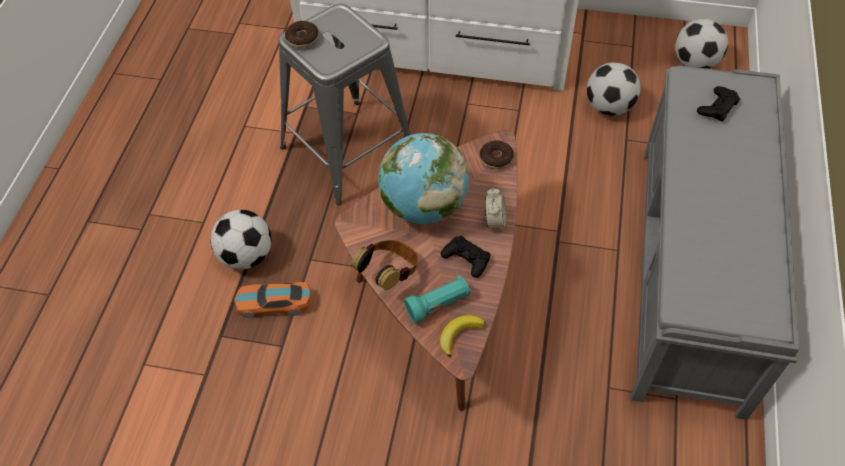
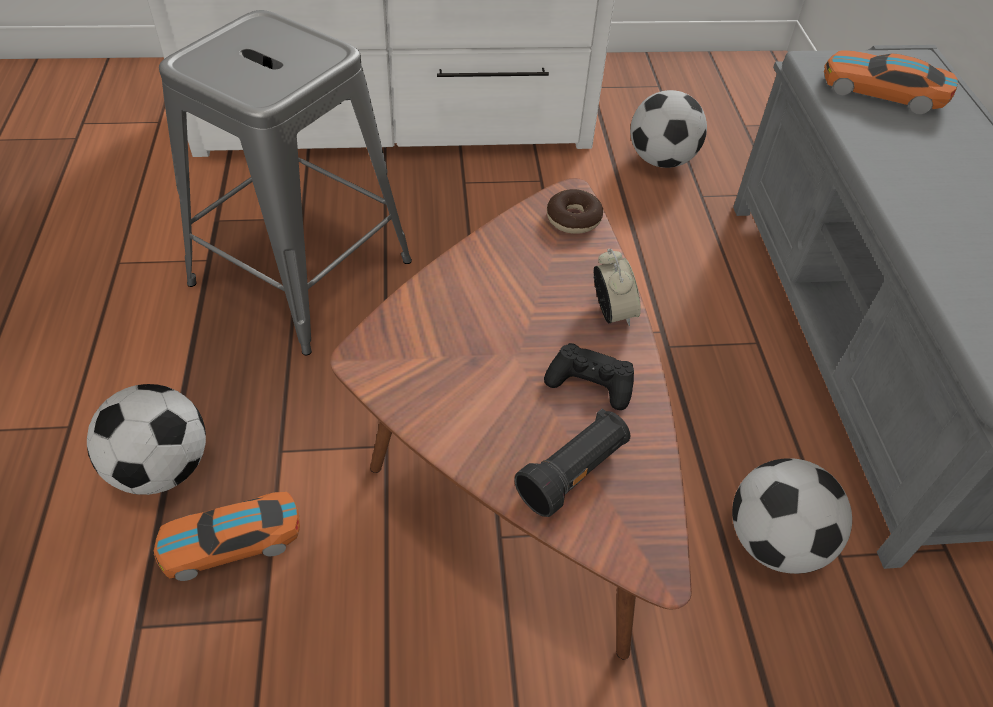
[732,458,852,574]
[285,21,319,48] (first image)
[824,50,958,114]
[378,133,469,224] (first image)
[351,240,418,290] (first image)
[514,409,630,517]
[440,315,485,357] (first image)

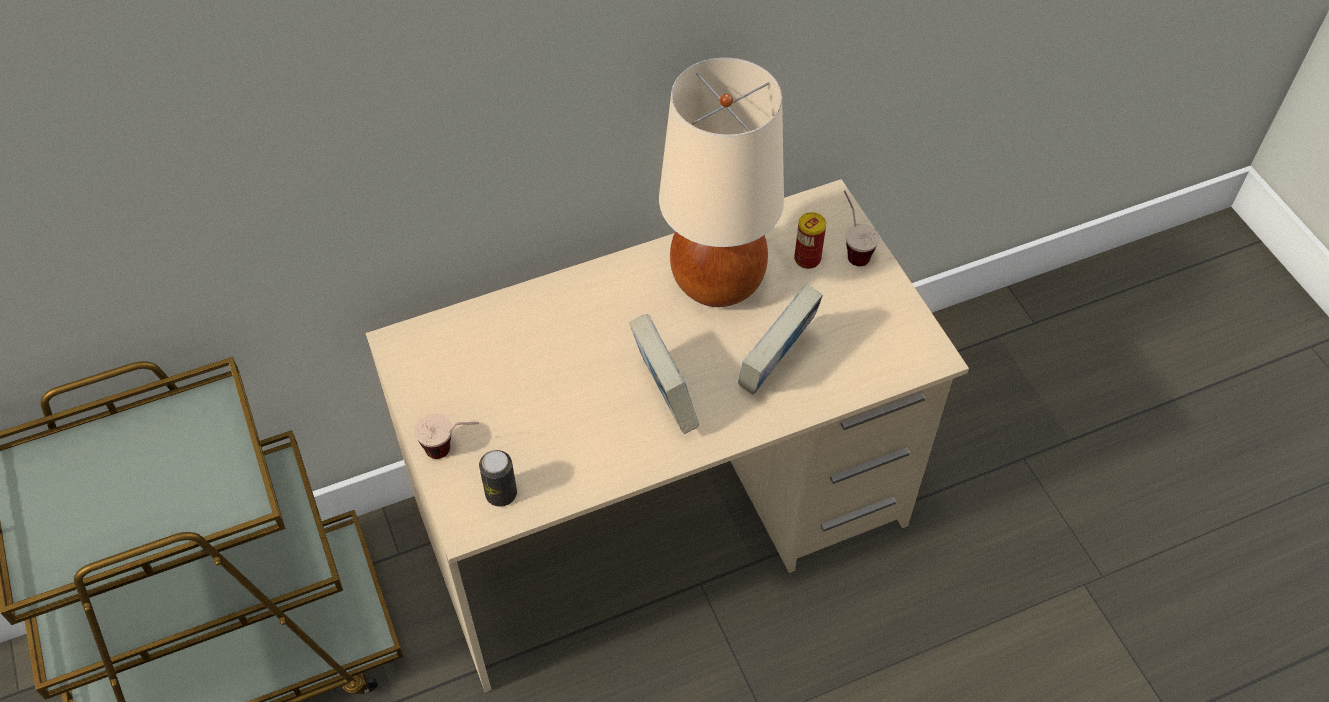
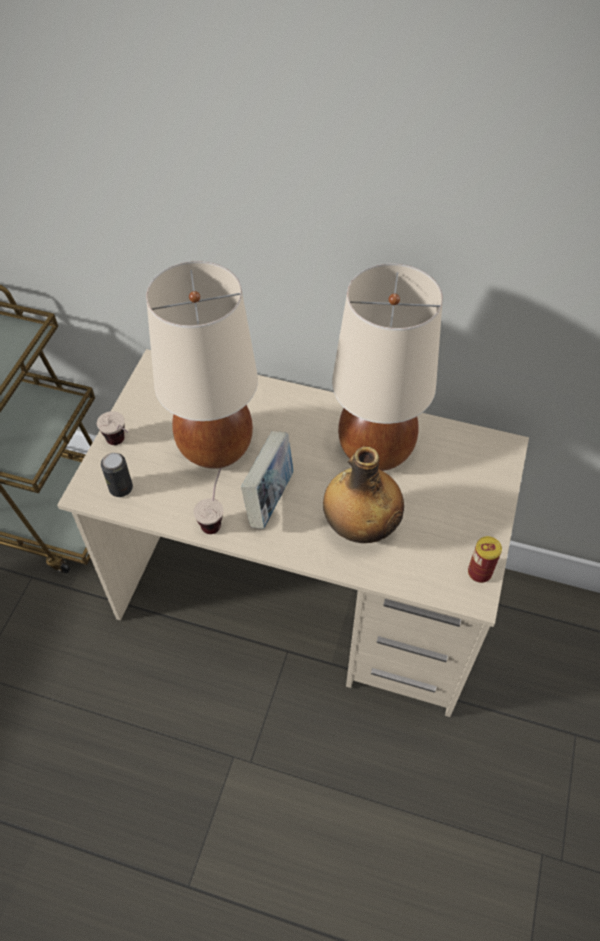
[193,468,223,534]
[468,536,502,583]
[323,447,404,543]
[146,261,258,469]

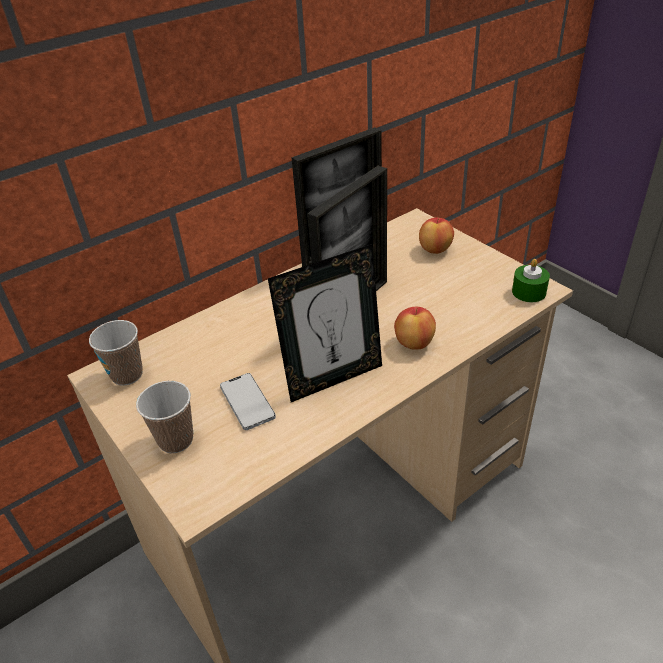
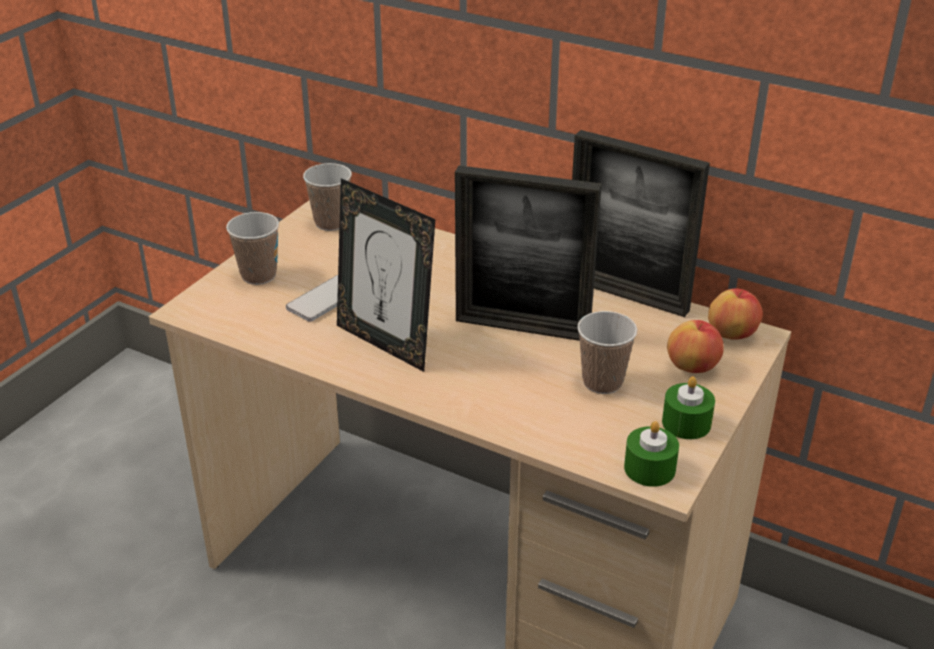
[708,288,763,340]
[577,311,638,394]
[662,376,715,439]

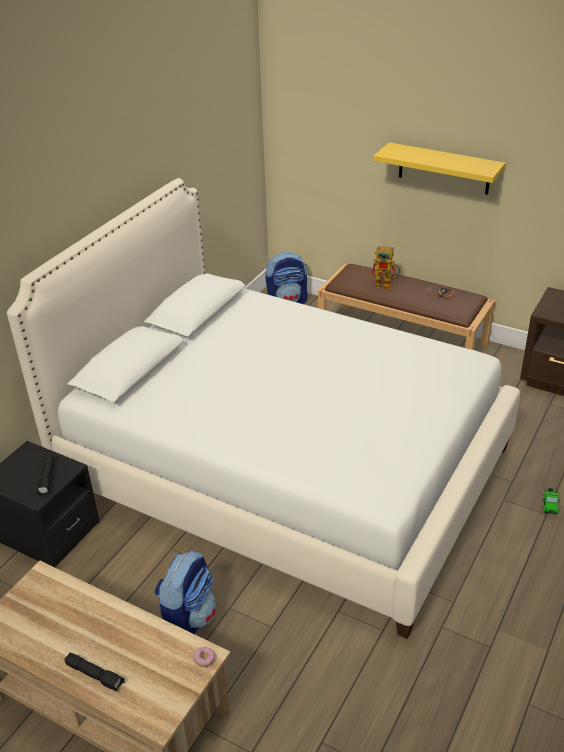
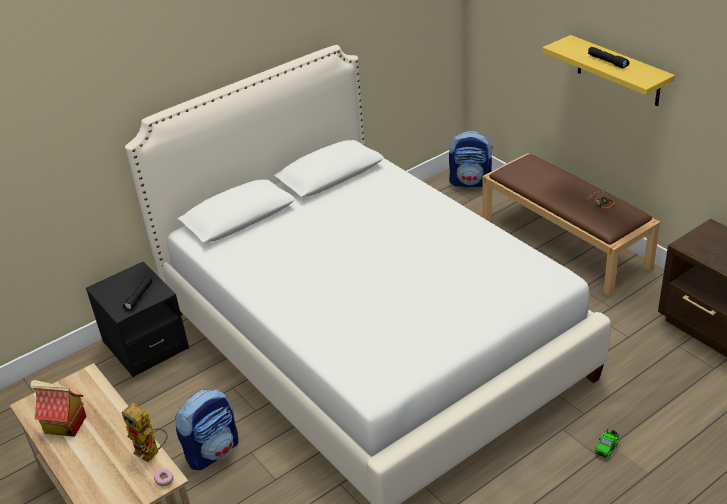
[121,403,168,462]
[588,47,629,68]
[30,380,86,437]

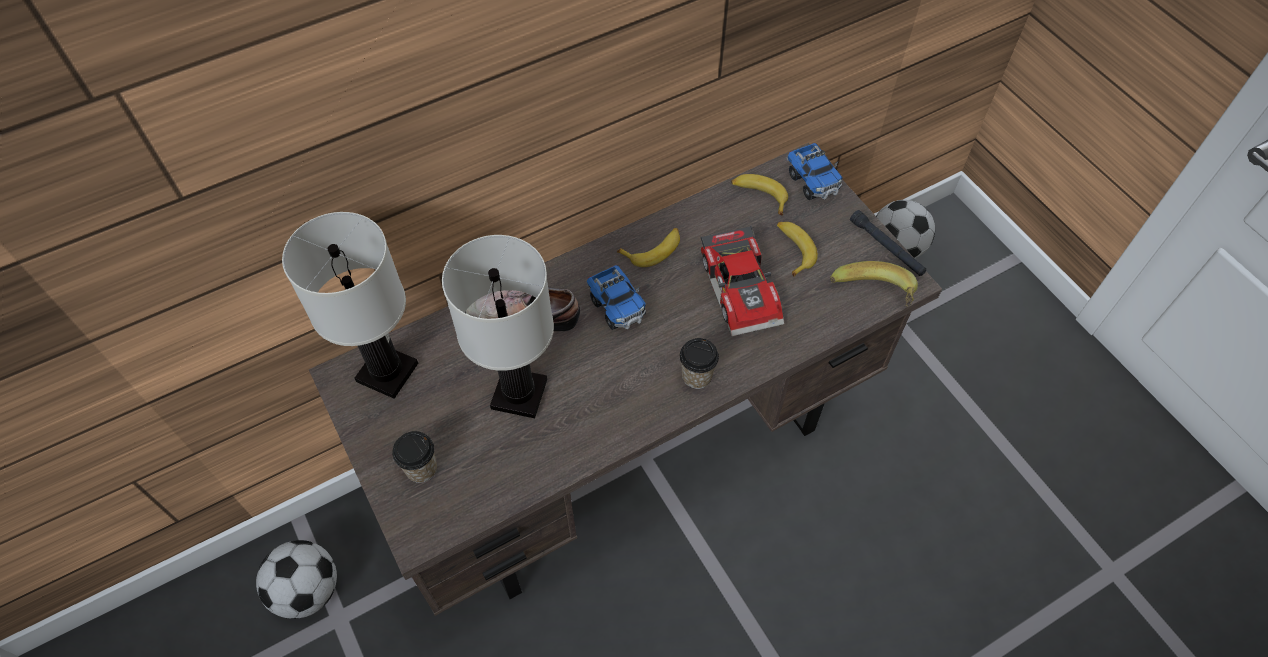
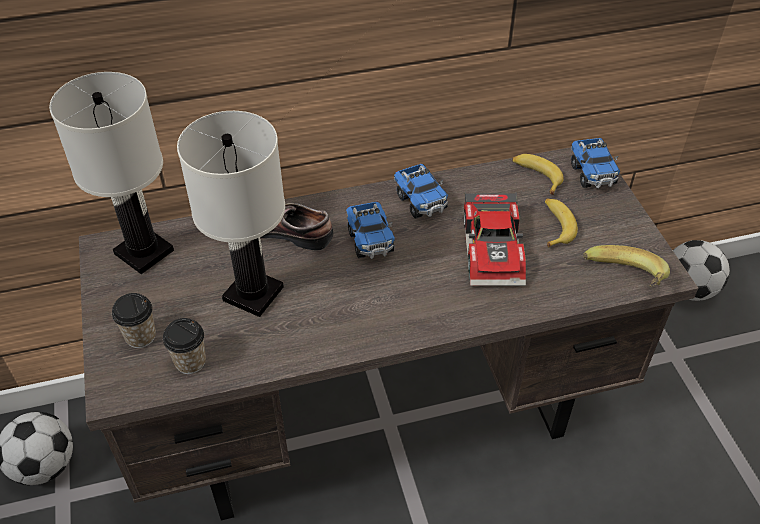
[850,210,926,276] (first image)
[394,164,448,219]
[163,318,206,374]

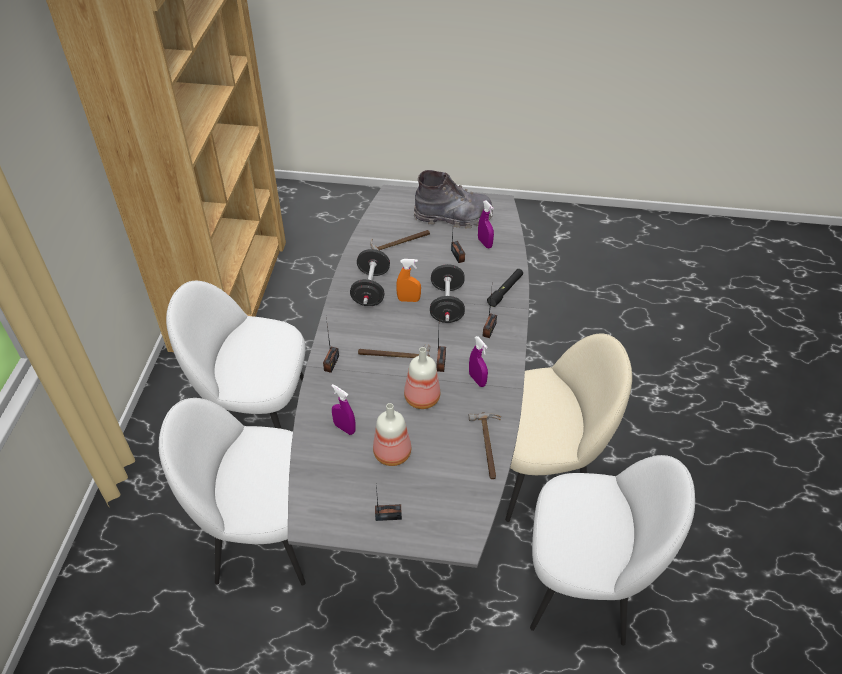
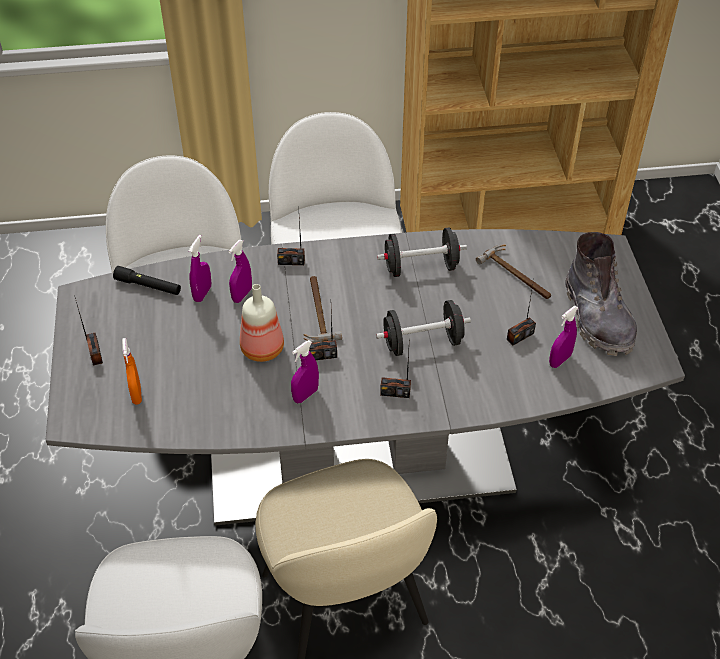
[122,338,142,404]
[113,266,181,295]
[373,403,411,466] (first image)
[469,412,501,479] (first image)
[228,240,252,303]

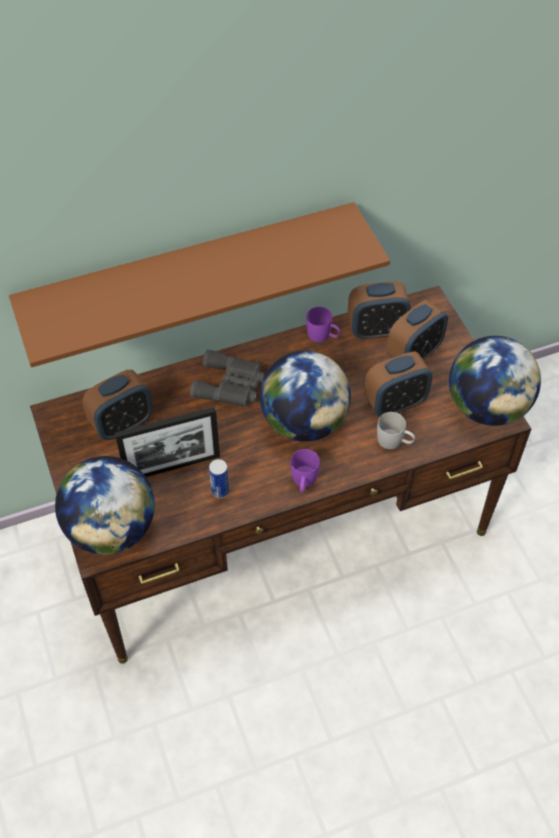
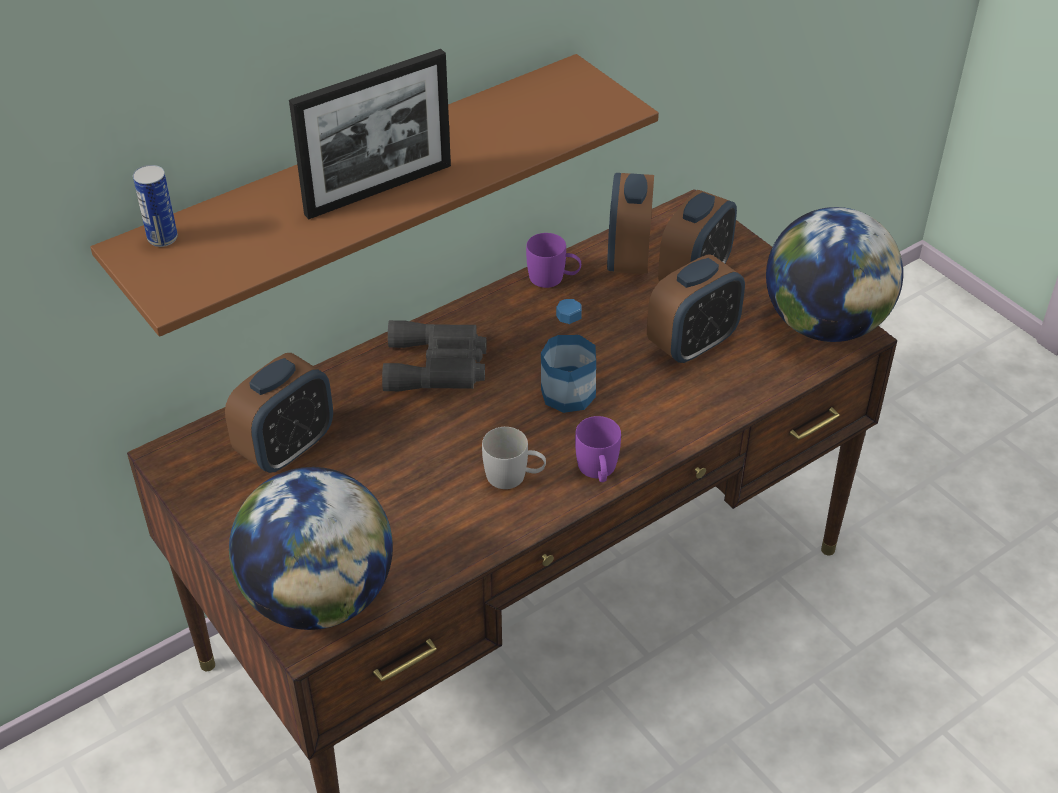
[607,173,654,274]
[541,299,596,413]
[289,49,451,219]
[482,427,546,489]
[133,165,178,247]

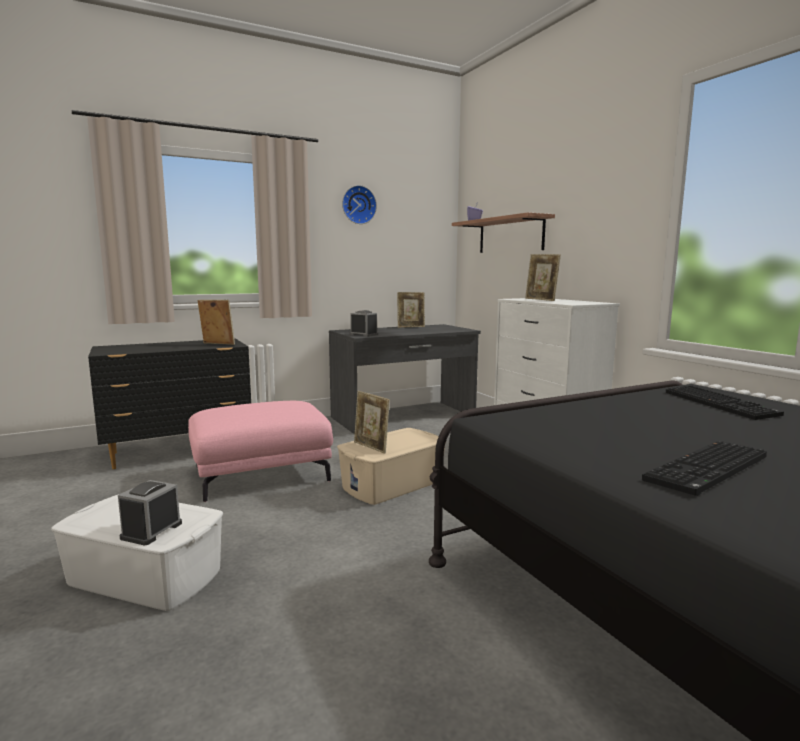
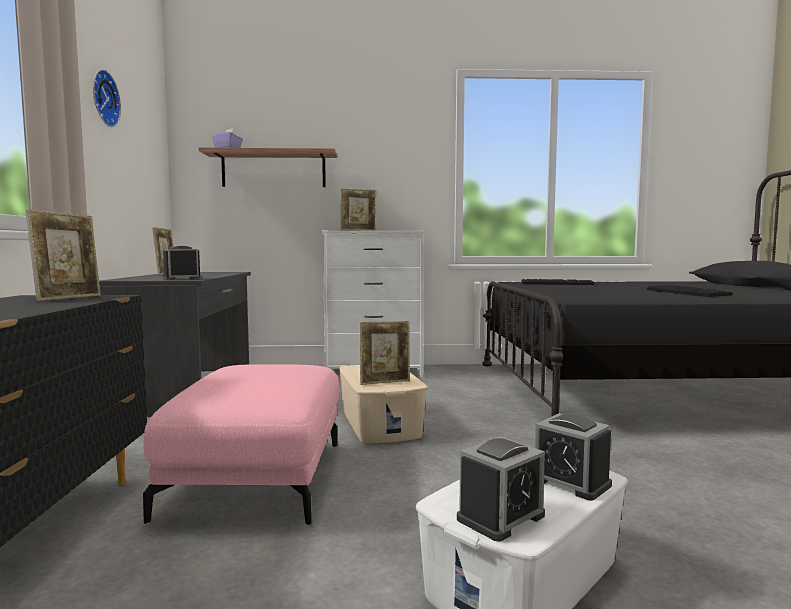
[26,209,101,301]
[457,436,545,542]

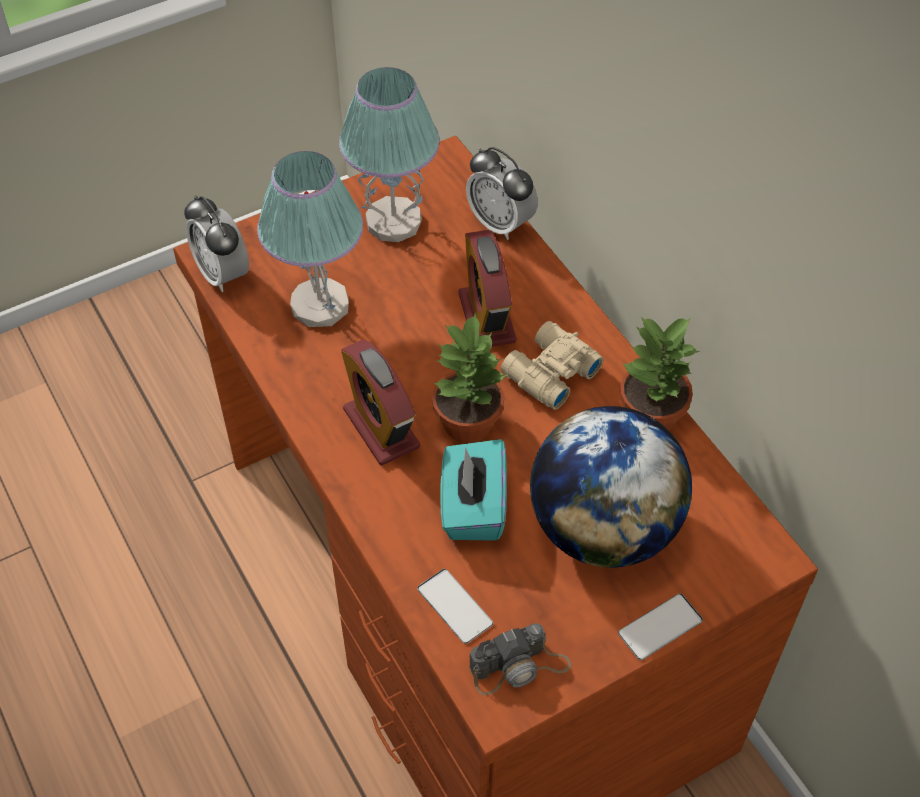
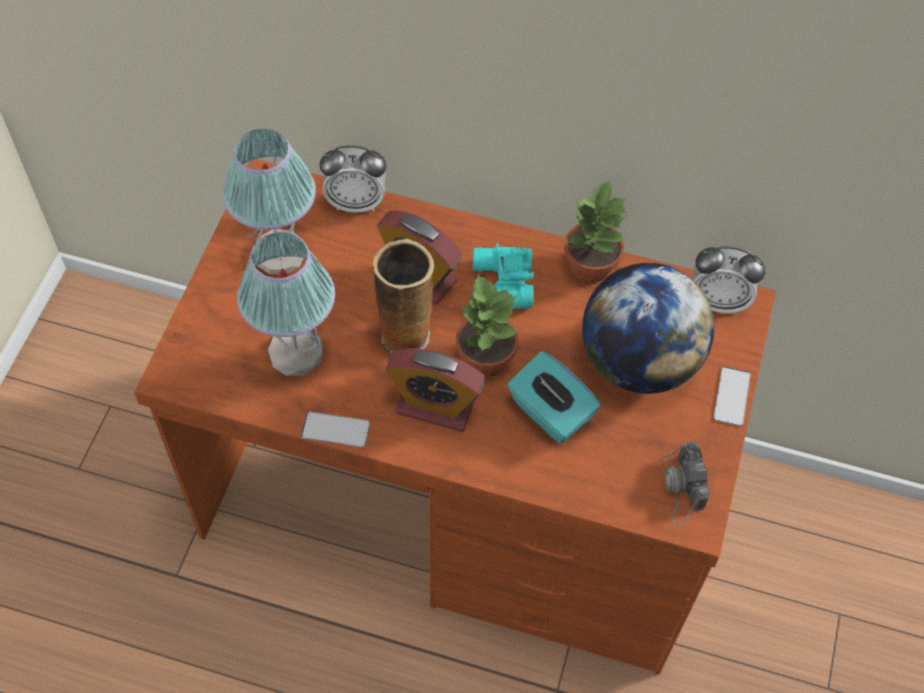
[693,246,765,314]
[473,243,533,309]
[301,412,370,447]
[664,441,710,526]
[372,239,434,353]

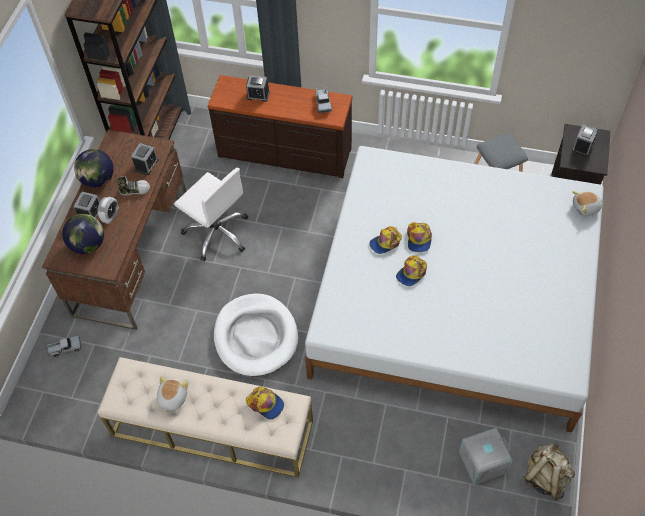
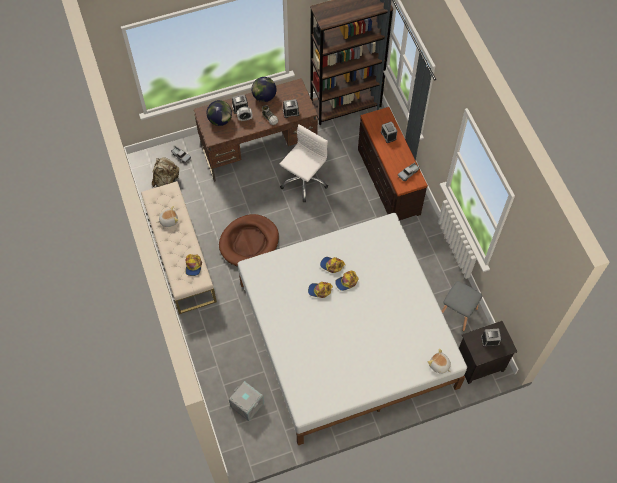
[280,124,328,202]
[219,214,279,267]
[152,157,180,188]

